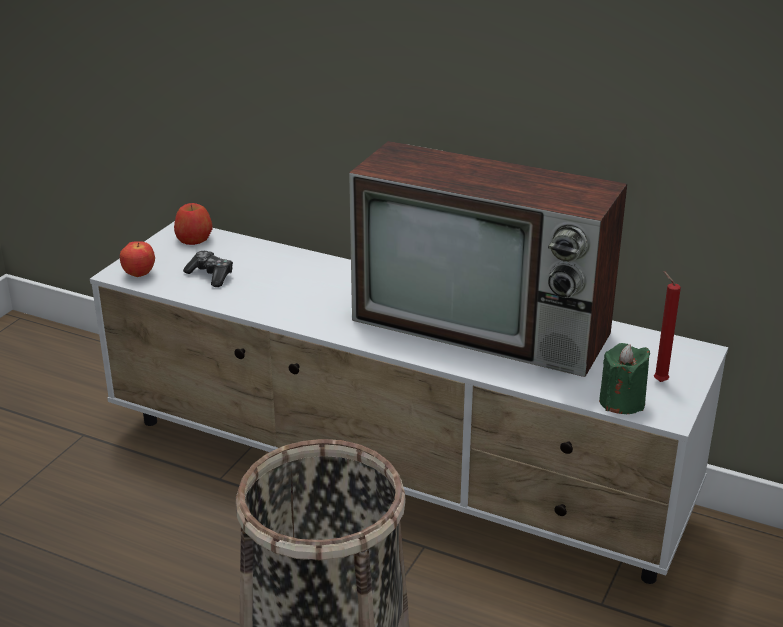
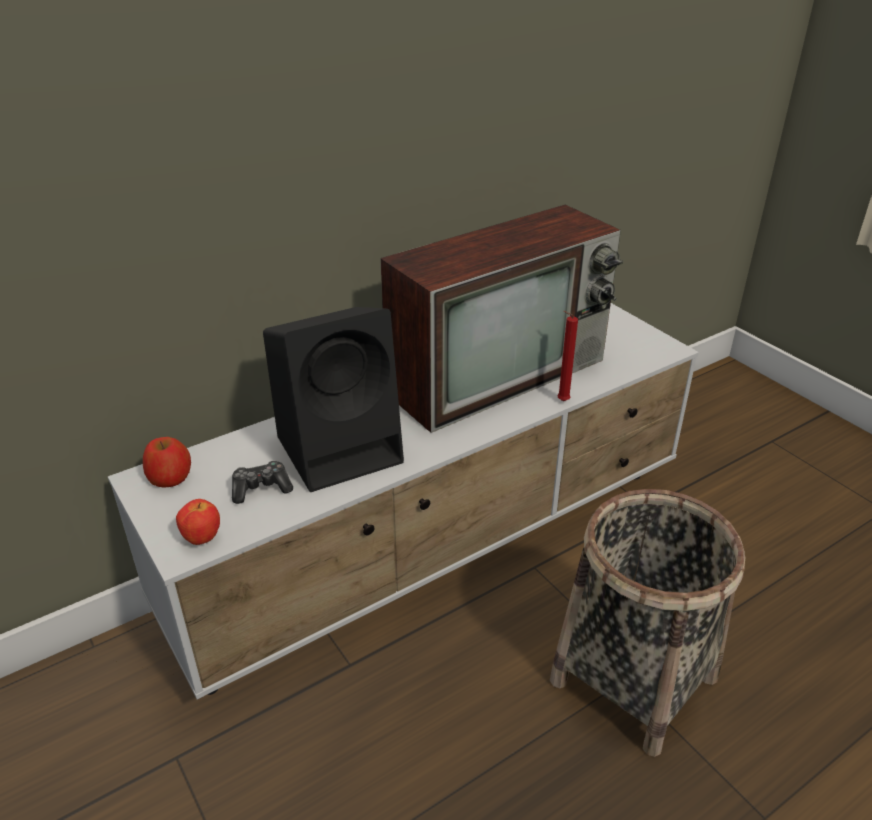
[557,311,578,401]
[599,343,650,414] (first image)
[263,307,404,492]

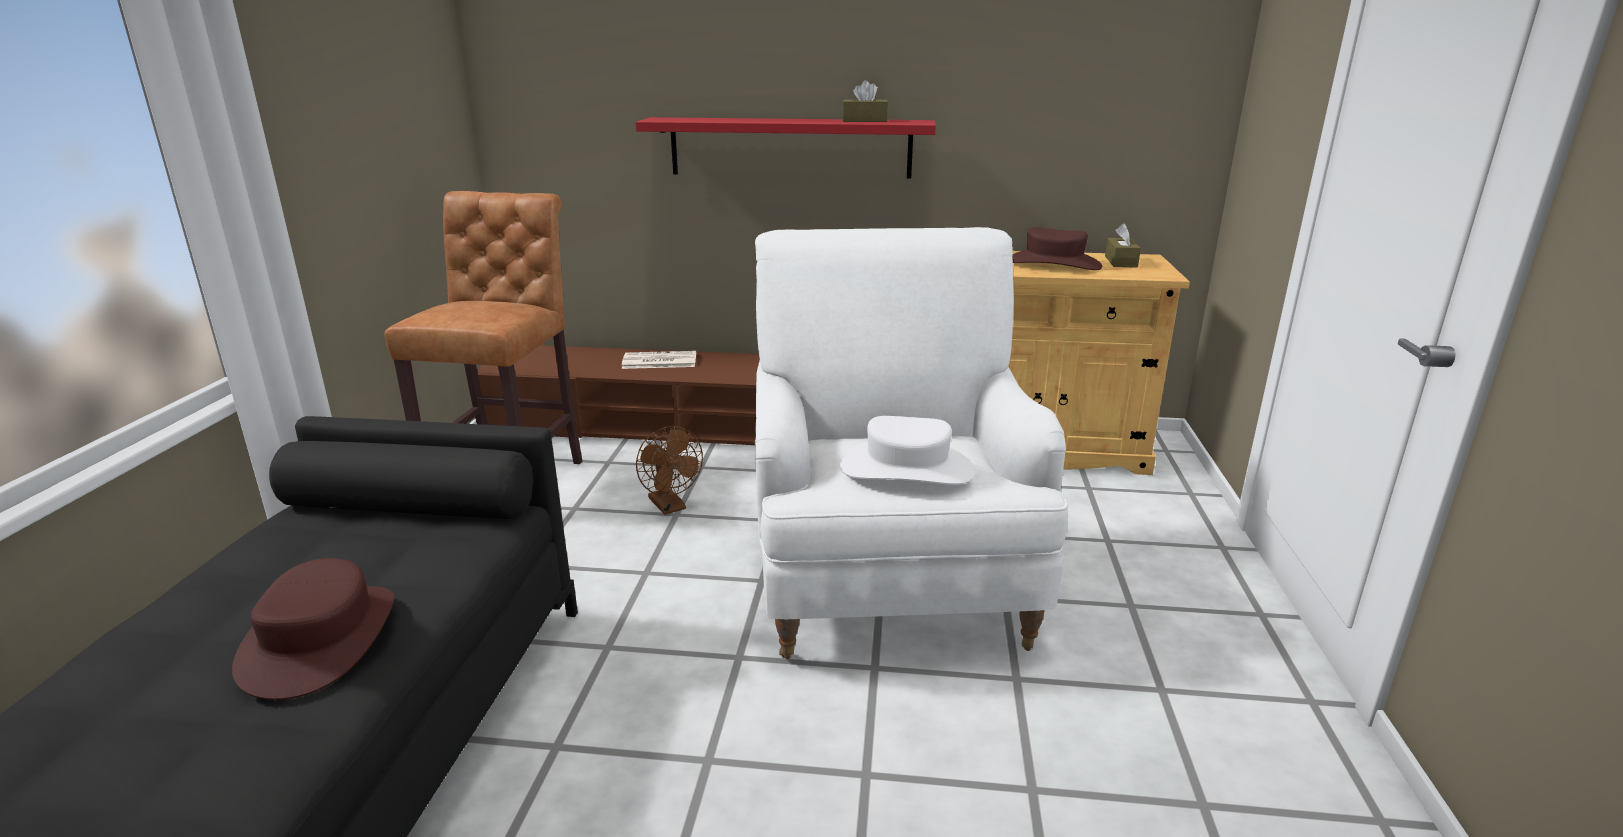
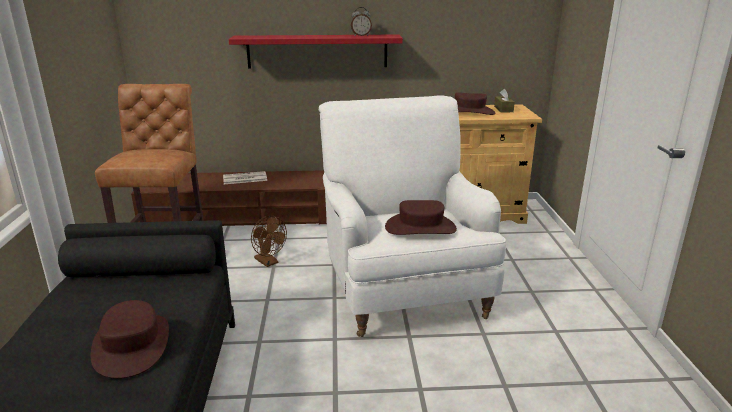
[351,7,372,36]
[385,200,457,235]

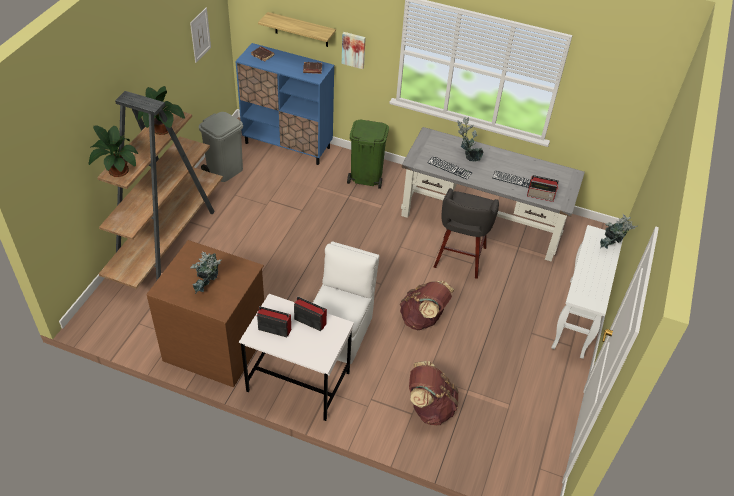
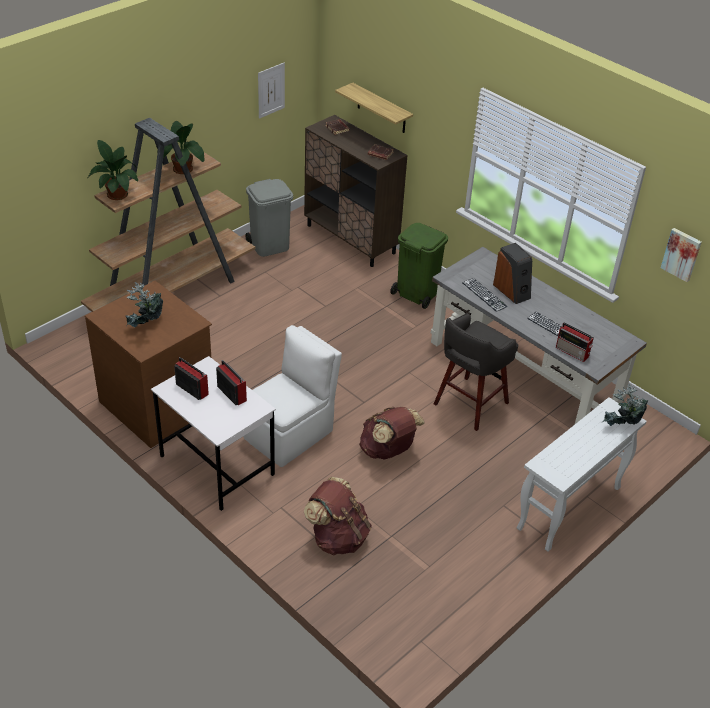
[661,228,702,282]
[304,115,408,267]
[493,243,532,304]

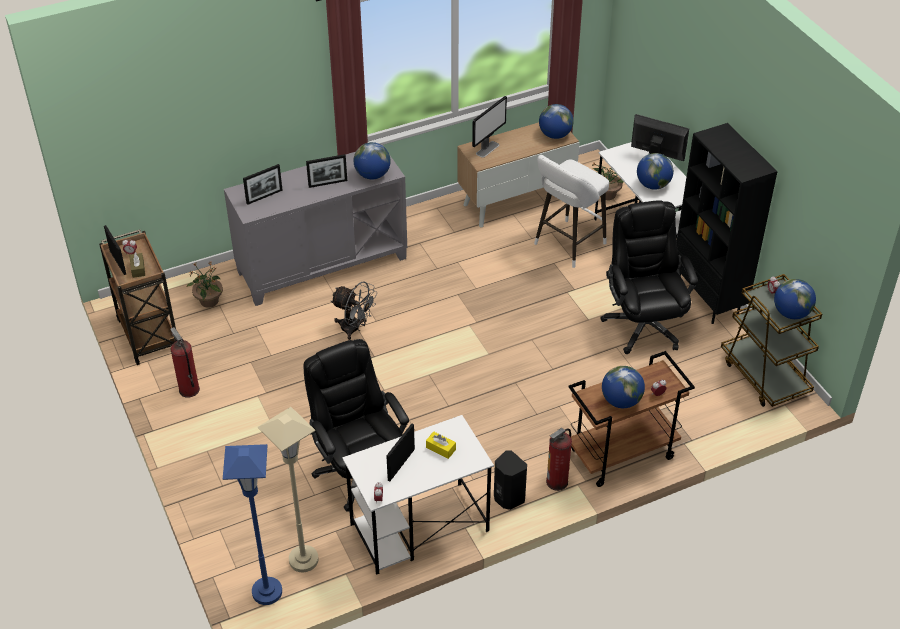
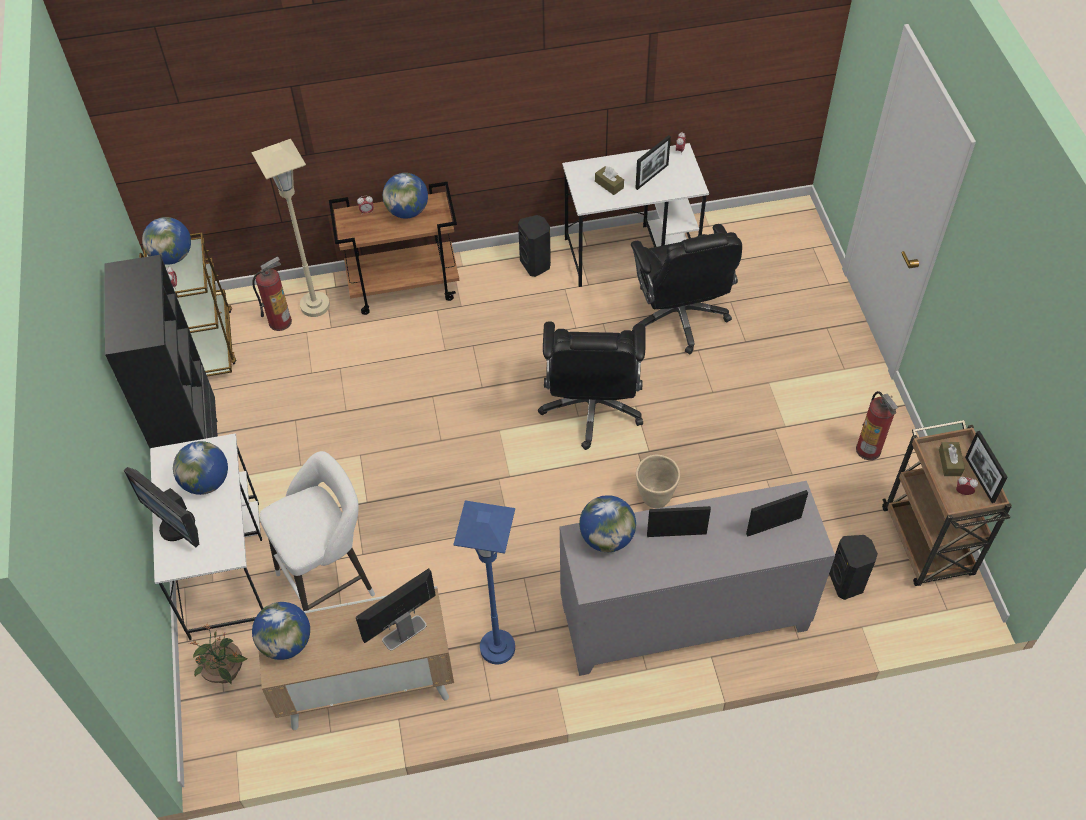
[538,321,645,450]
[829,535,878,600]
[636,455,680,508]
[252,139,330,317]
[252,256,292,331]
[595,166,624,195]
[453,501,515,664]

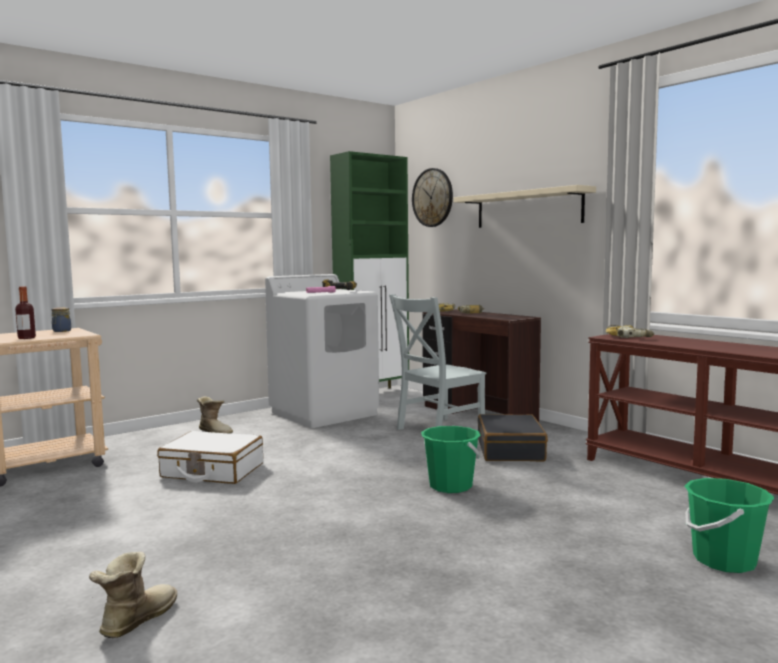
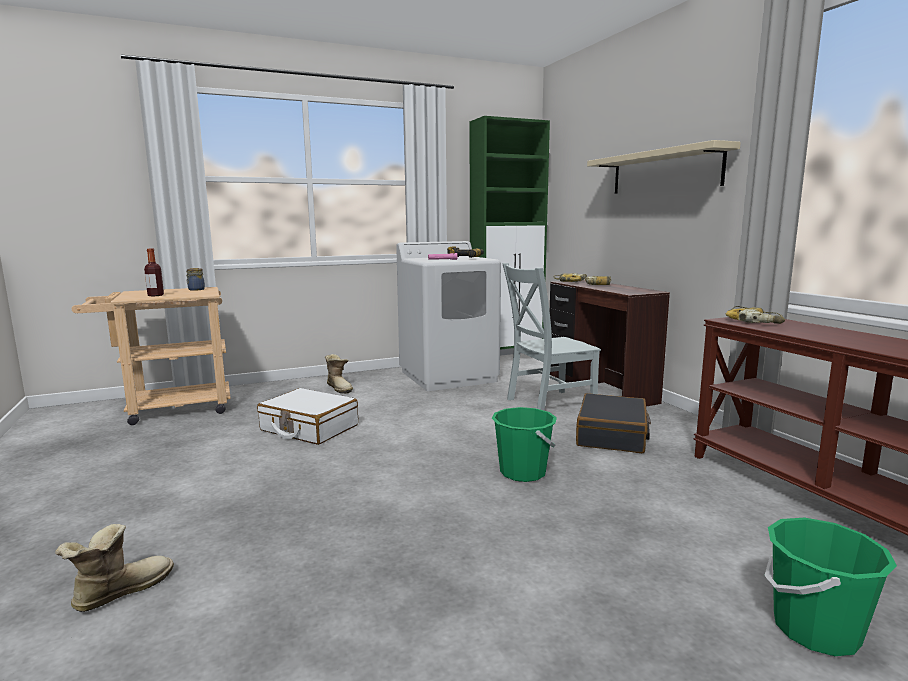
[412,168,453,227] (first image)

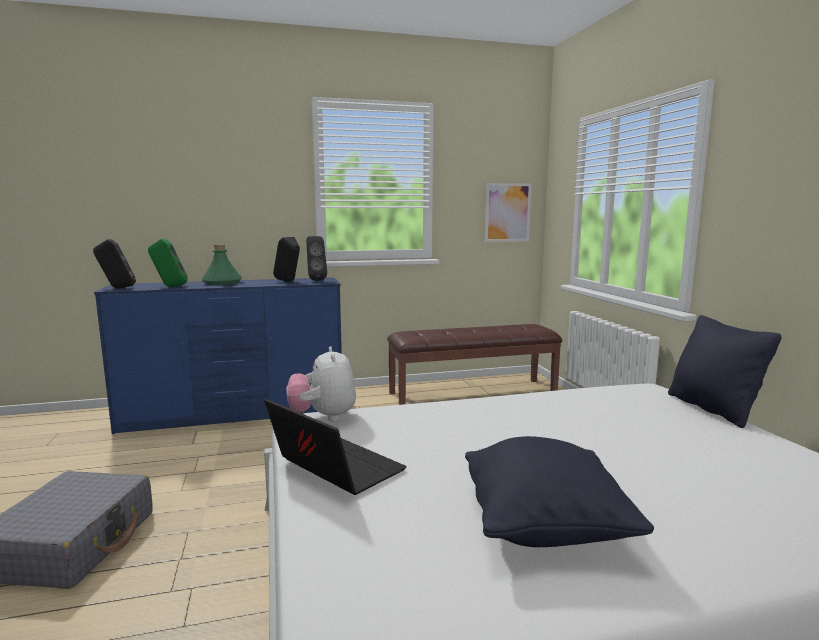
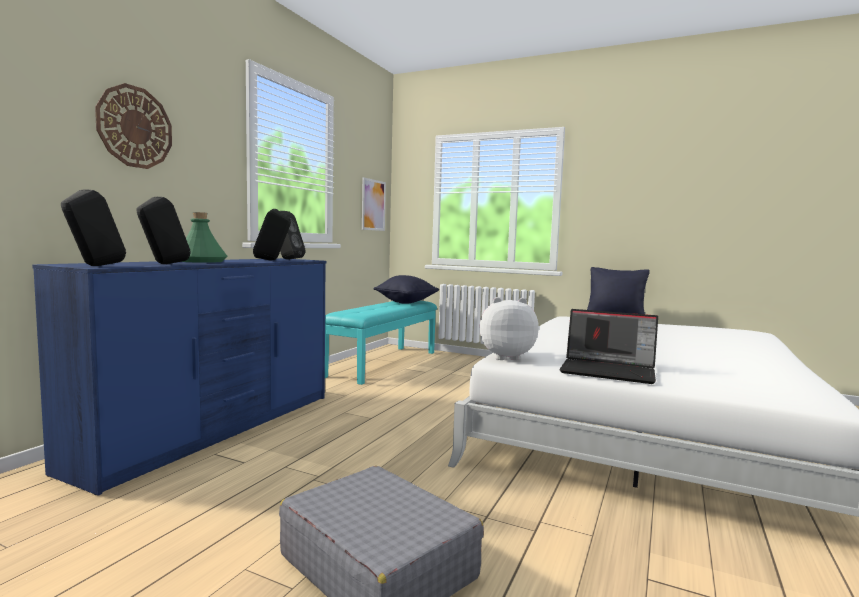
[136,197,191,264]
[325,301,437,385]
[480,297,539,360]
[559,309,658,384]
[374,275,439,304]
[95,83,172,169]

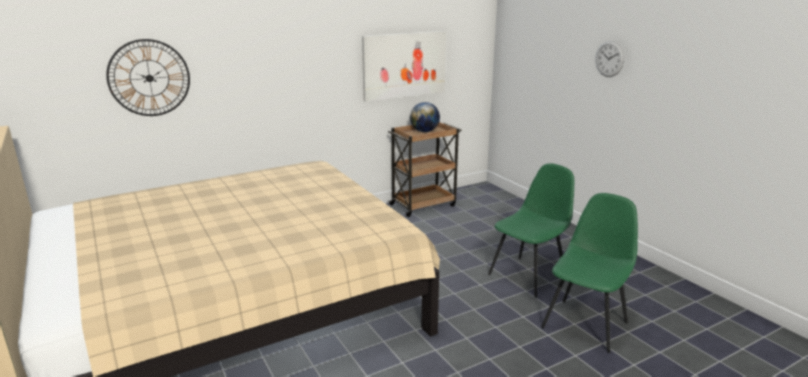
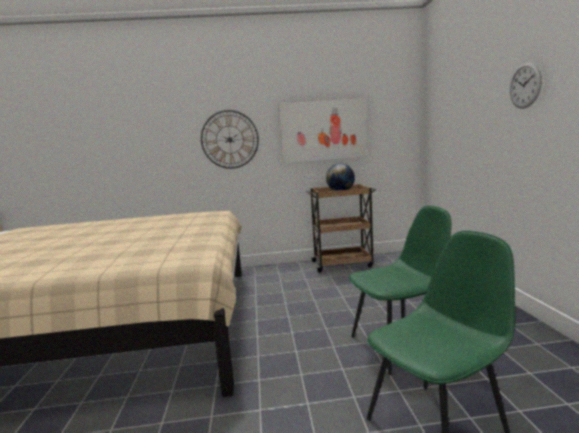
[201,110,259,169]

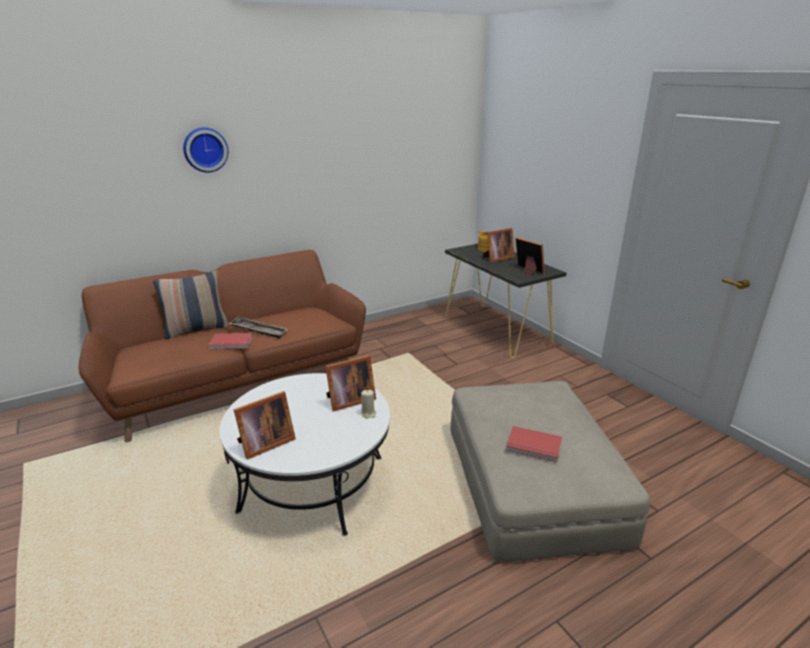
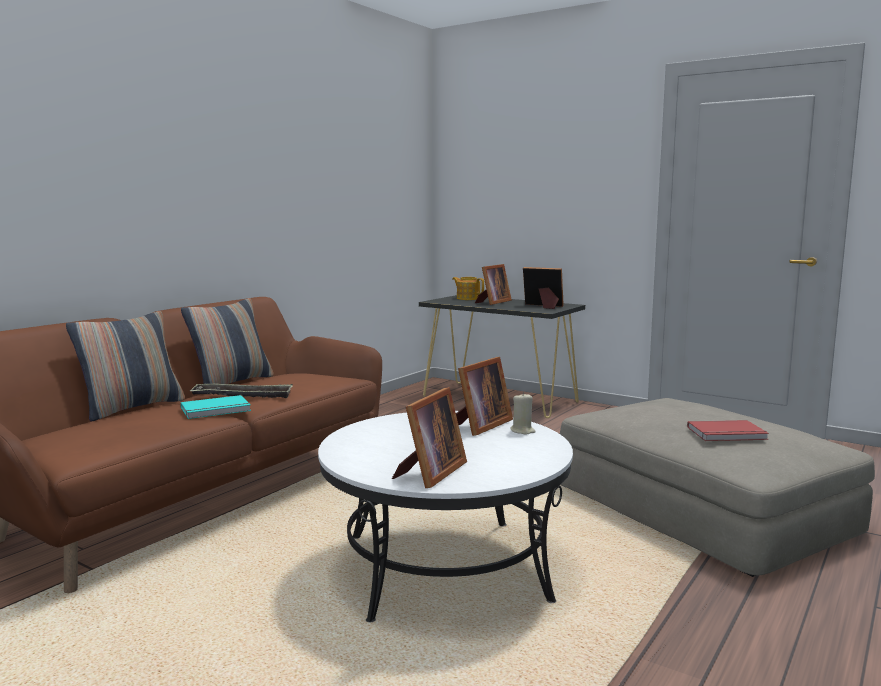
[183,127,228,173] (first image)
[181,395,251,419]
[181,298,274,384]

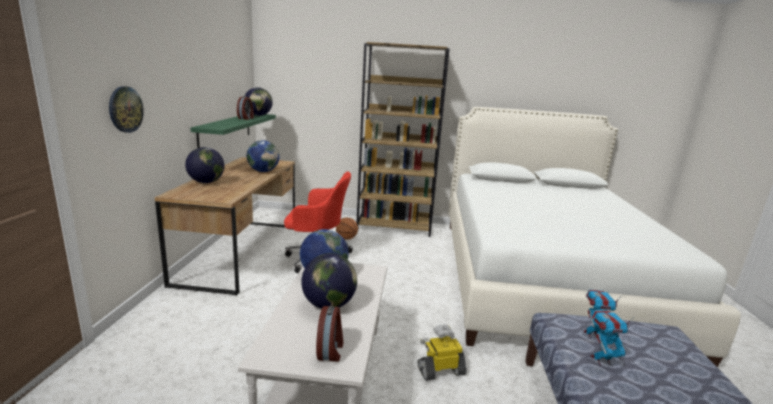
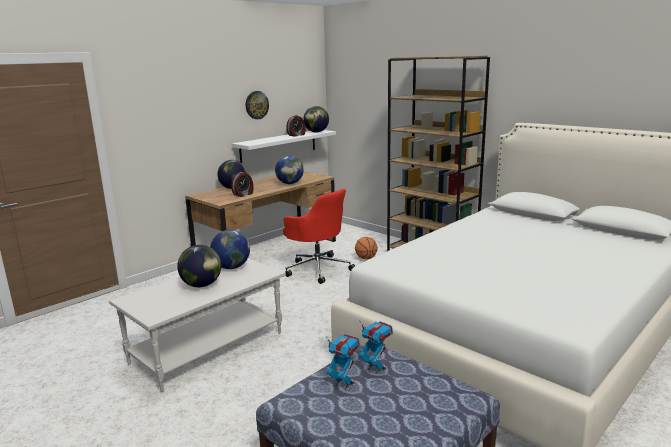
[246,91,269,119]
[232,130,336,163]
[231,172,254,197]
[417,324,467,381] (first image)

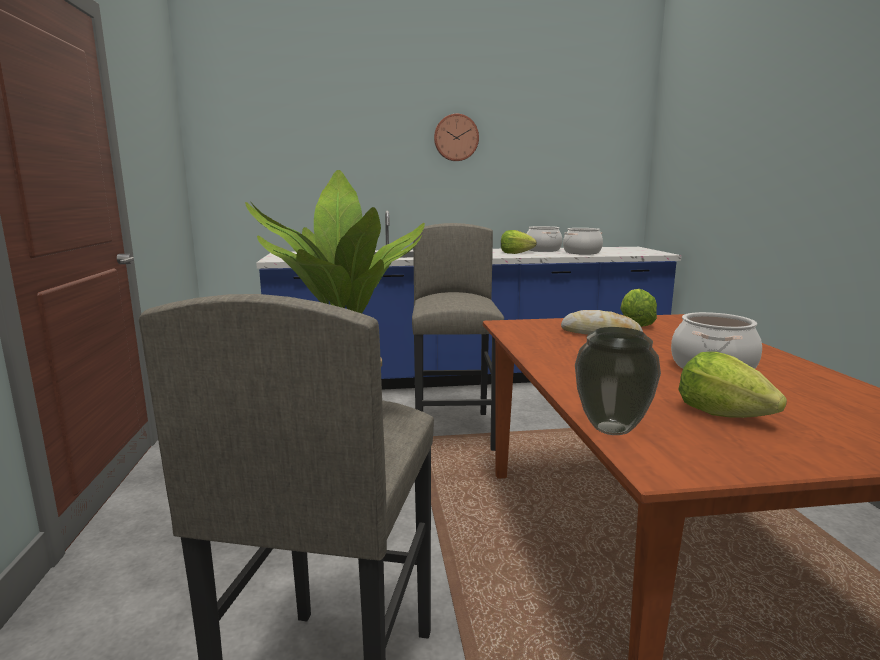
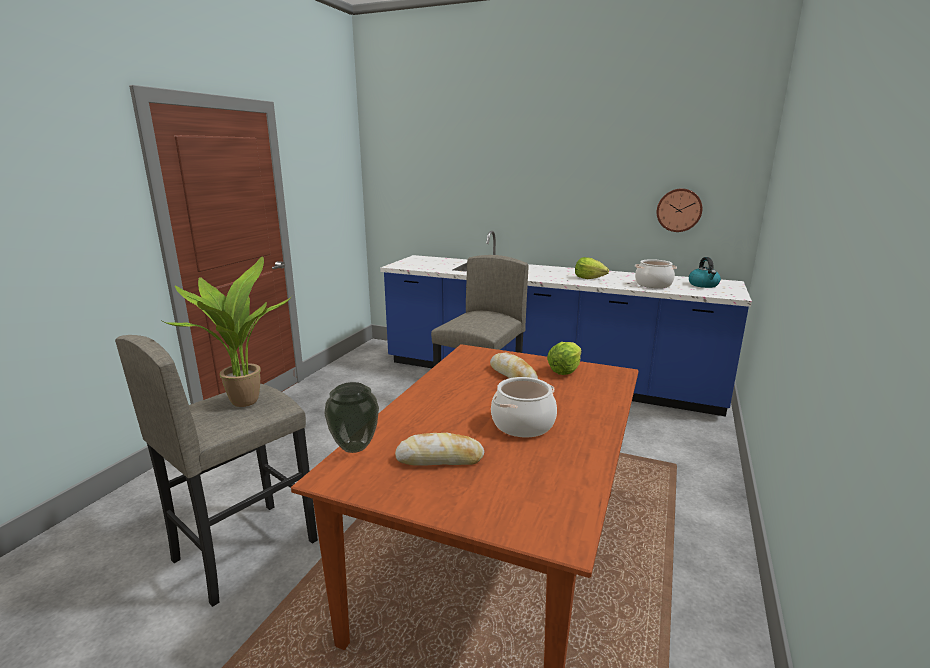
[657,188,702,232]
[526,226,562,252] (first image)
[395,433,484,466]
[689,257,721,288]

